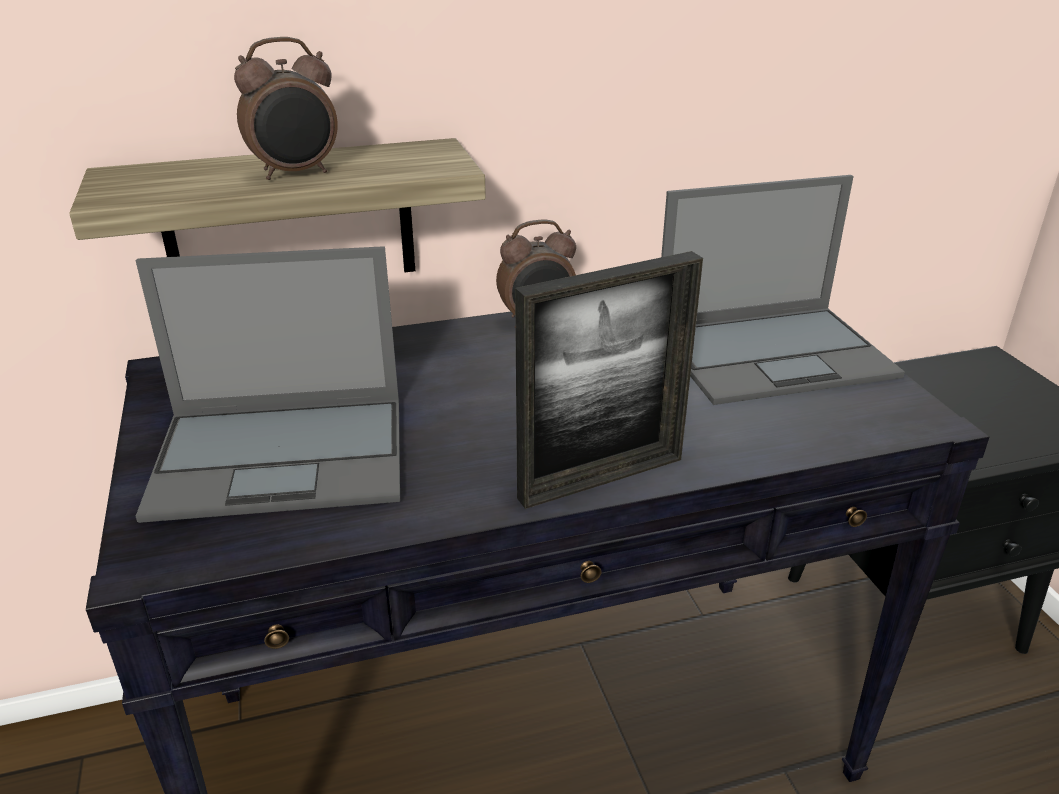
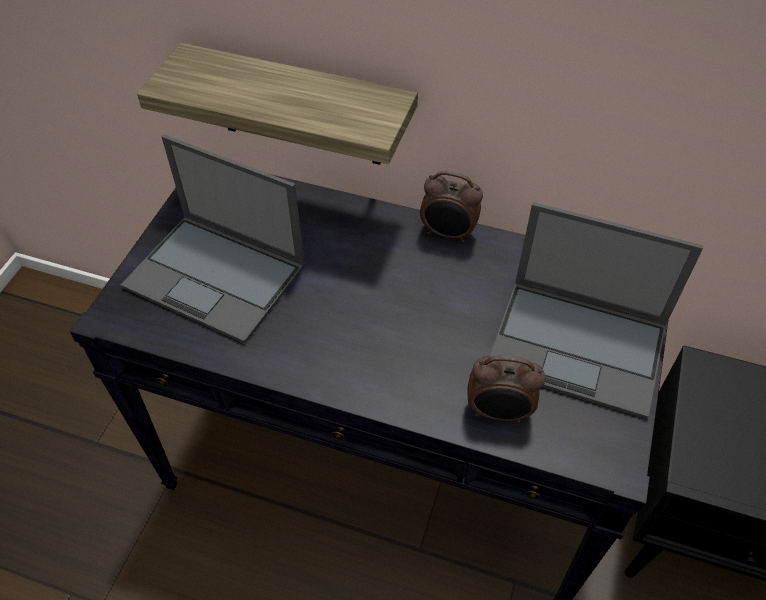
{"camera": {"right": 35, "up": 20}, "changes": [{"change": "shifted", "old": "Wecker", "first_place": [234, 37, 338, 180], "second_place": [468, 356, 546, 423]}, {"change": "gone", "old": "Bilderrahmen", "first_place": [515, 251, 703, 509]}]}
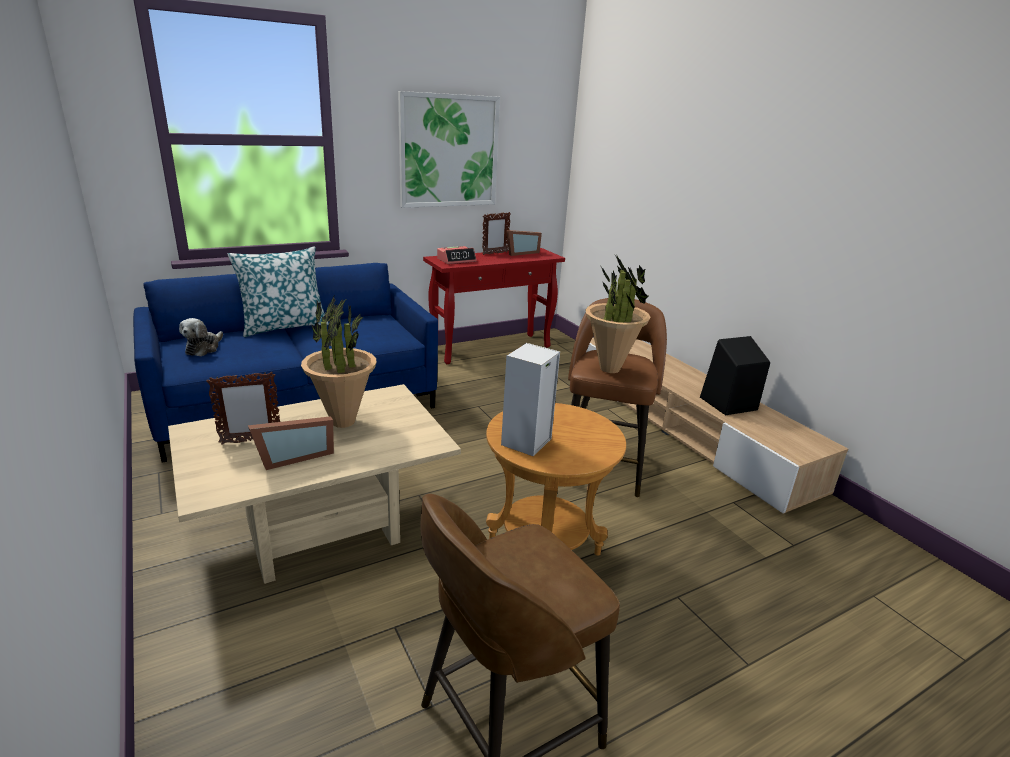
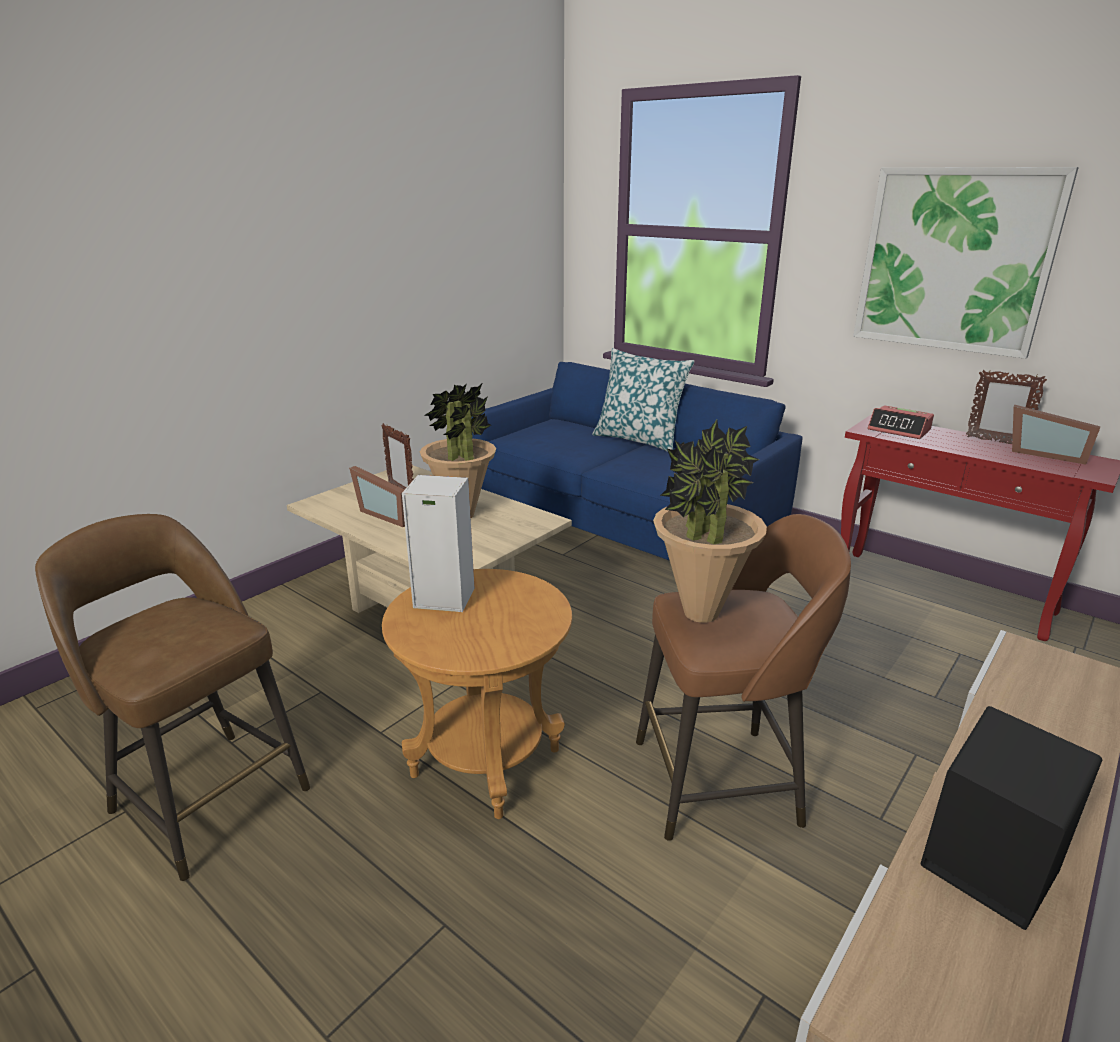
{"camera": {"right": 70, "up": 0}, "changes": [{"change": "gone", "old": "Plüschtier", "first_place": [179, 318, 223, 356]}]}
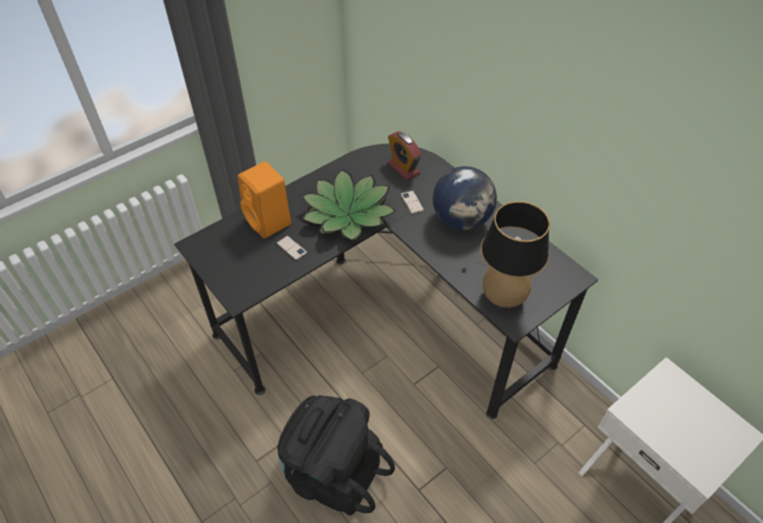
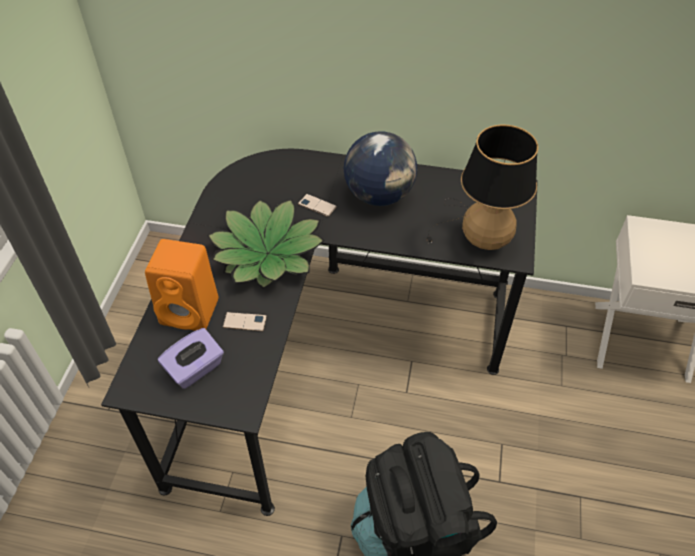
{"camera": {"right": -40, "up": 0}, "changes": [{"change": "gone", "old": "Wecker", "first_place": [388, 132, 422, 180]}, {"change": "new", "new": "Taschentuchbox [lila]", "second_place": [158, 328, 224, 389]}]}
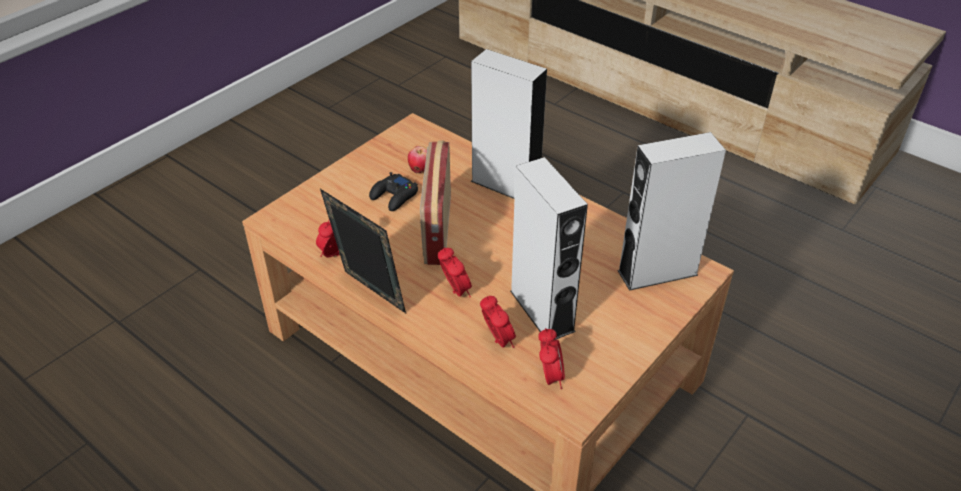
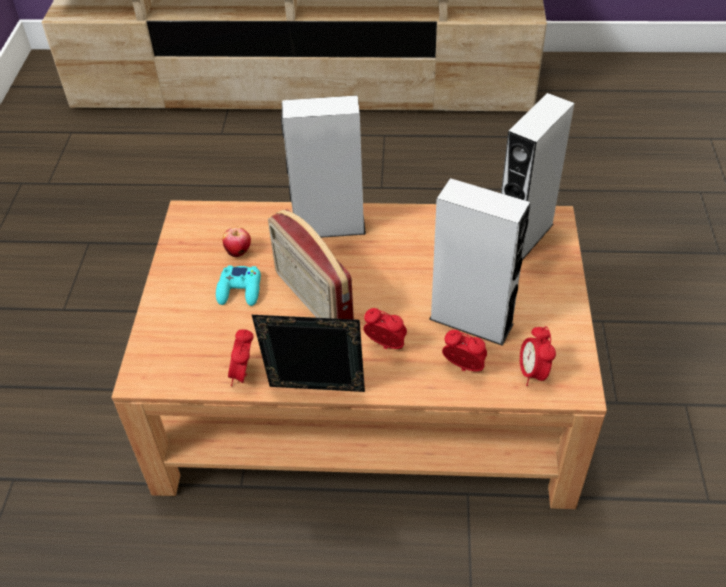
{"camera": {"right": -35, "up": 5}, "changes": [{"change": "repainted", "old": "Gamepad [schwarz]", "new": "Gamepad [türkis]", "first_place": [369, 172, 418, 211], "second_place": [216, 266, 261, 306]}, {"change": "rotated", "old": "Wecker", "first_place": [538, 328, 565, 389], "second_place": [519, 326, 556, 386], "degrees": -150}]}
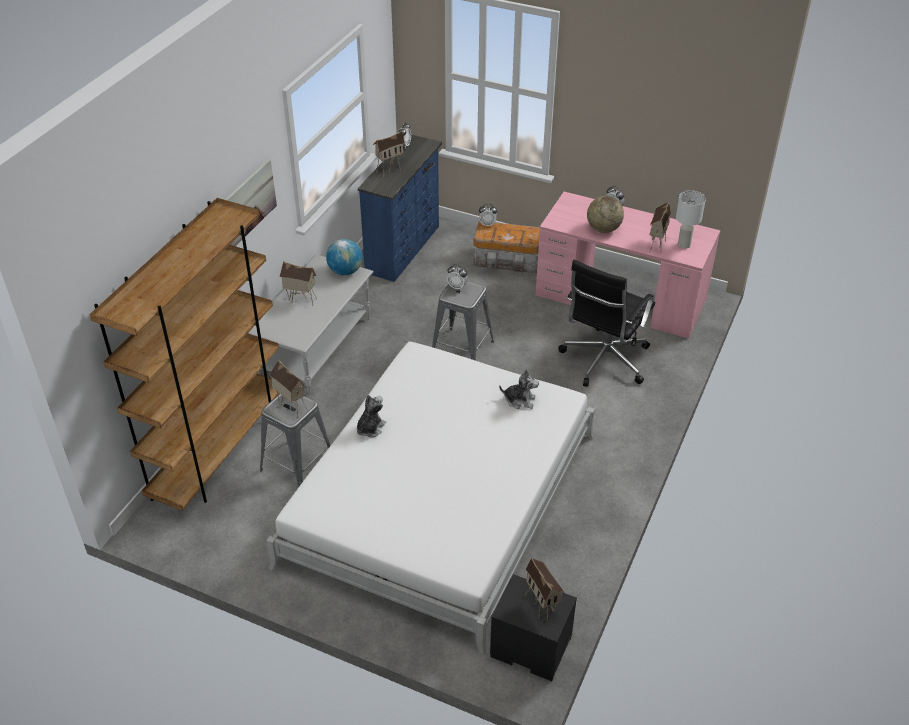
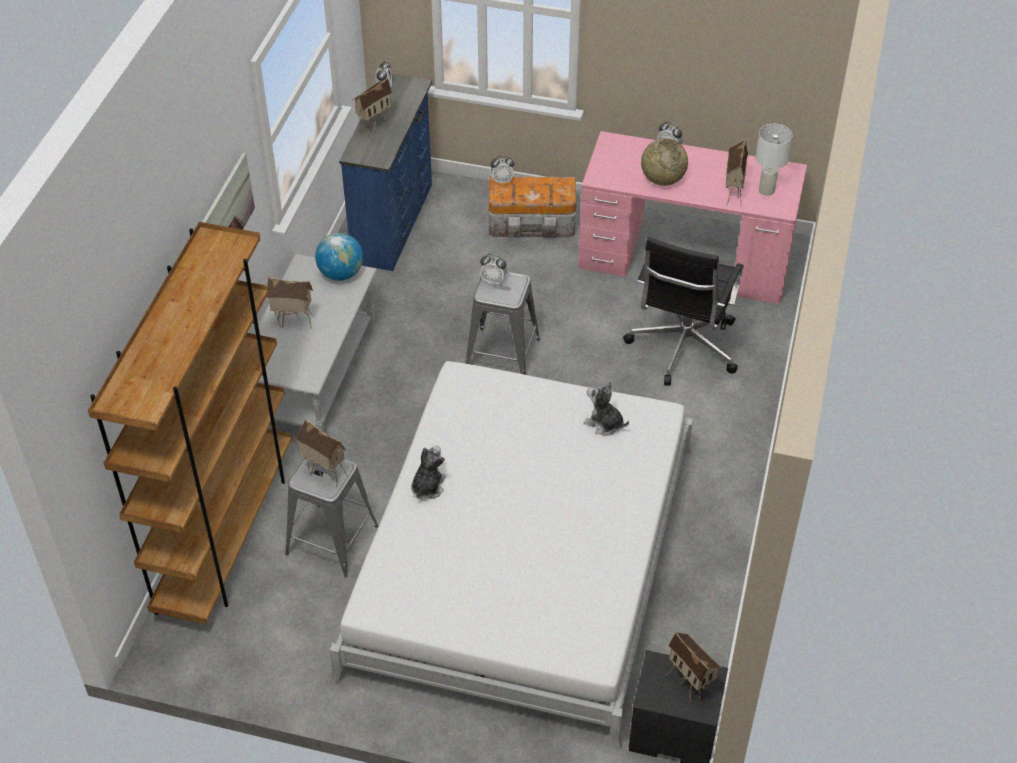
{"camera": {"right": -10, "up": 5}, "changes": [{"change": "rotated", "old": "Plüschtier", "first_place": [499, 370, 539, 409], "second_place": [584, 382, 629, 436], "degrees": -150}]}
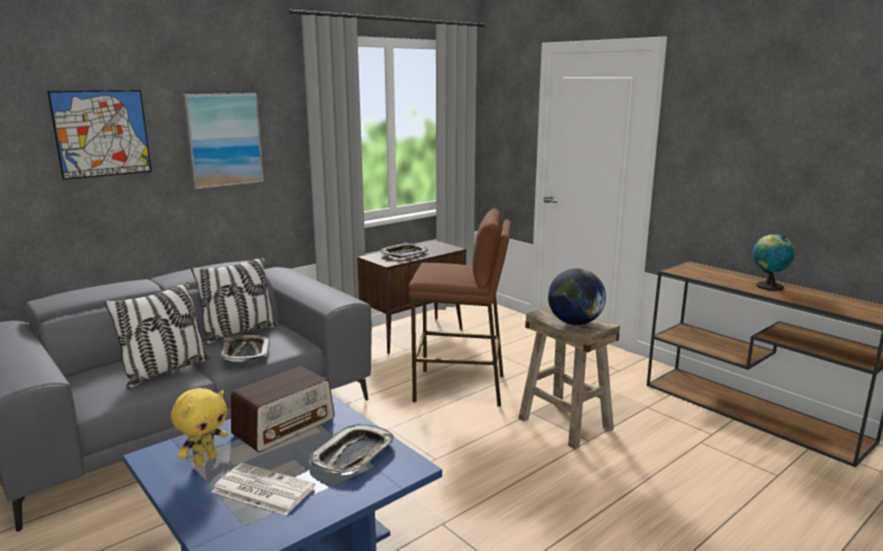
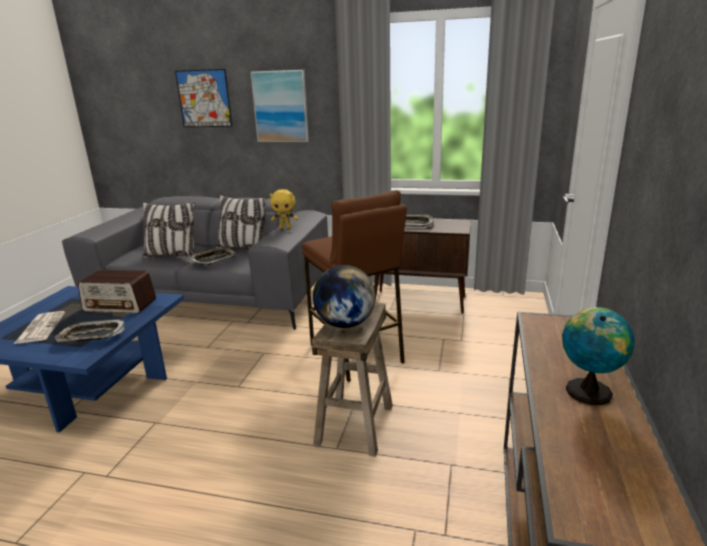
{"camera": {"right": 55, "up": 5}, "changes": [{"change": "shifted", "old": "Plüschtier [gelb]", "first_place": [171, 388, 228, 466], "second_place": [270, 189, 298, 229]}]}
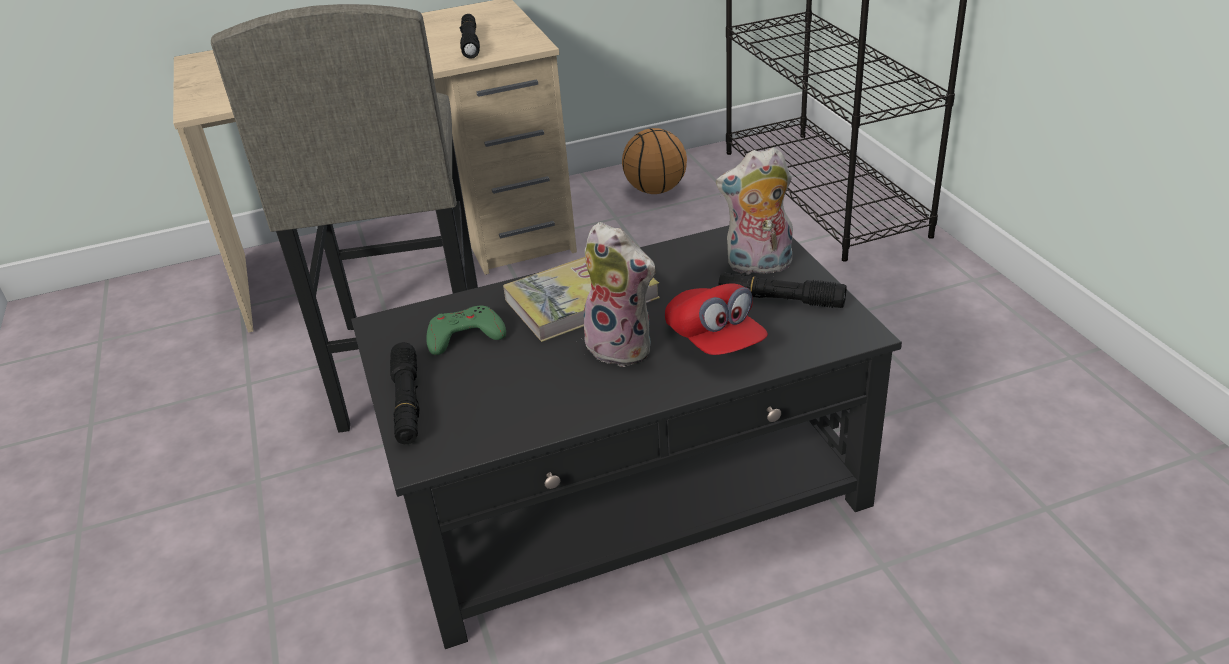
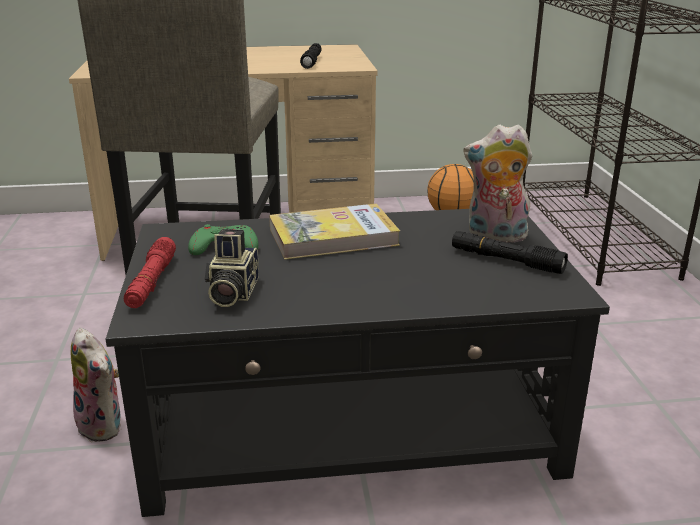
{"camera": {"right": 10, "up": -10}, "changes": [{"change": "shifted", "old": "Plüschtier", "first_place": [578, 222, 656, 367], "second_place": [71, 328, 121, 442]}, {"change": "gone", "old": "Kappe [rot]", "first_place": [665, 283, 768, 355]}, {"change": "repainted", "old": "Taschenlampe [schwarz]", "new": "Taschenlampe [rot]", "first_place": [390, 342, 420, 444], "second_place": [124, 237, 176, 308]}, {"change": "new", "new": "Kamera", "second_place": [205, 229, 259, 307]}]}
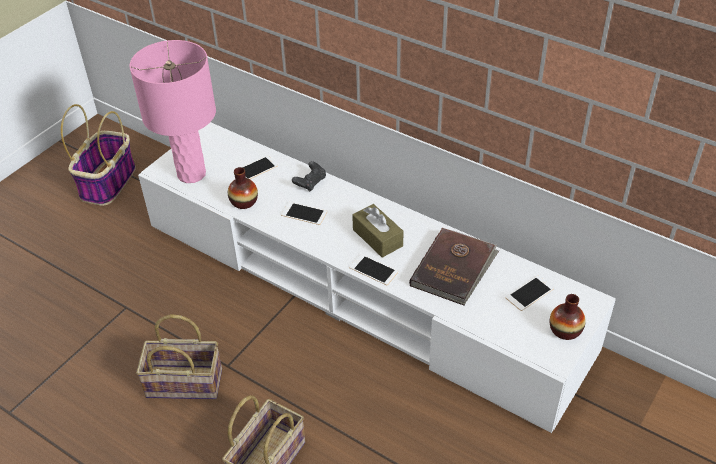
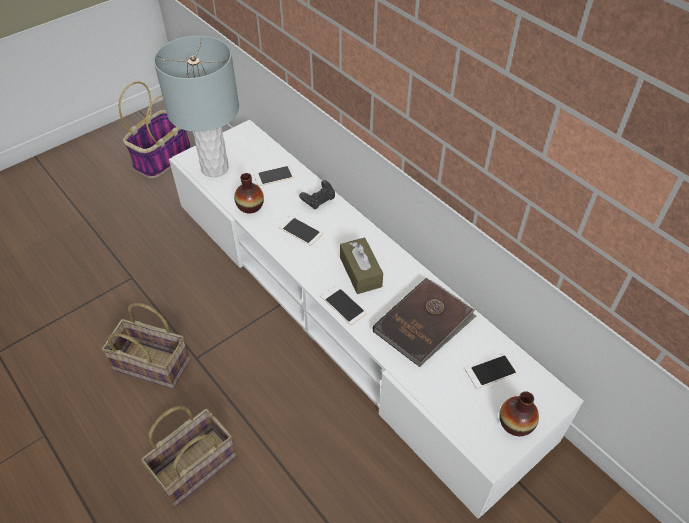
{"camera": {"right": 15, "up": 5}, "changes": [{"change": "repainted", "old": "Tischlampe [rosa]", "new": "Tischlampe [grau]", "first_place": [129, 40, 216, 183], "second_place": [154, 36, 239, 177]}]}
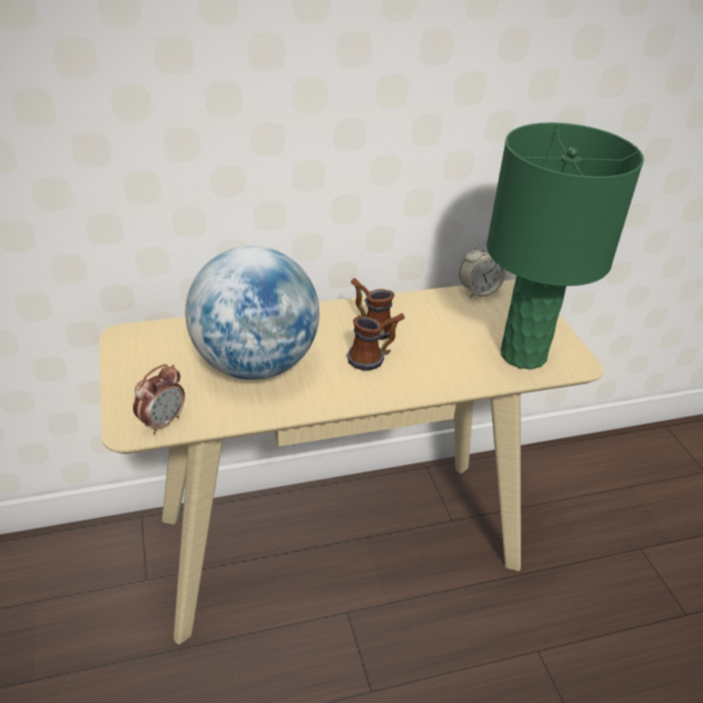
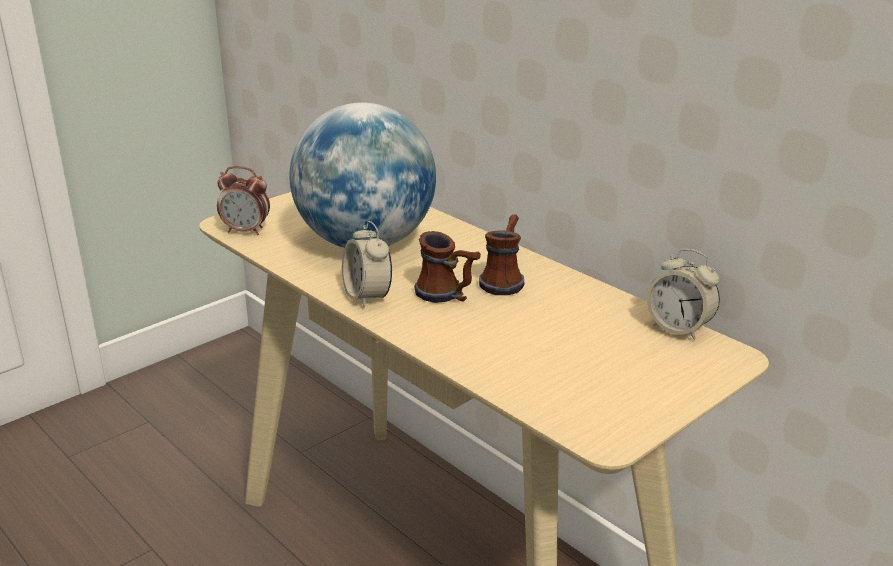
{"camera": {"right": 65, "up": -10}, "changes": [{"change": "gone", "old": "Tischlampe [grün]", "first_place": [486, 123, 644, 369]}, {"change": "new", "new": "Wecker", "second_place": [342, 221, 392, 308]}]}
